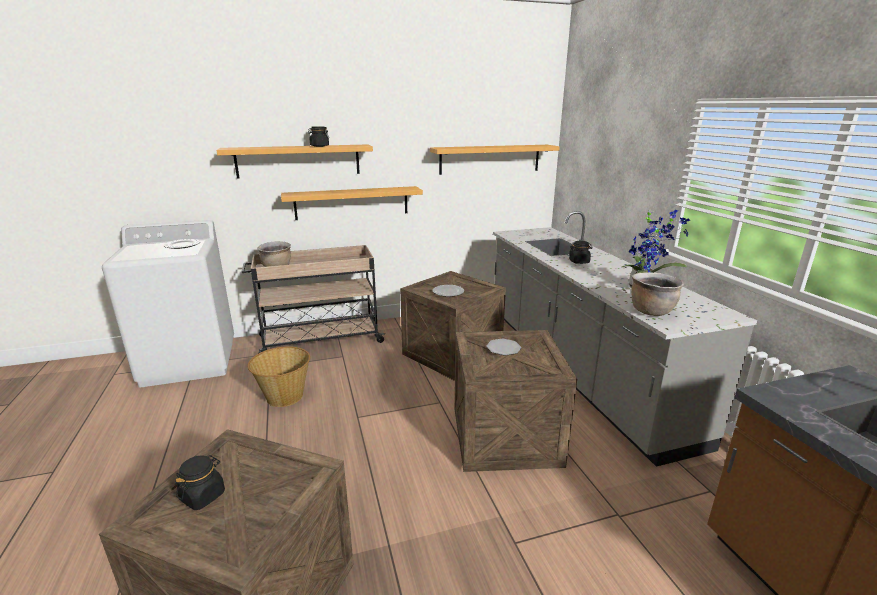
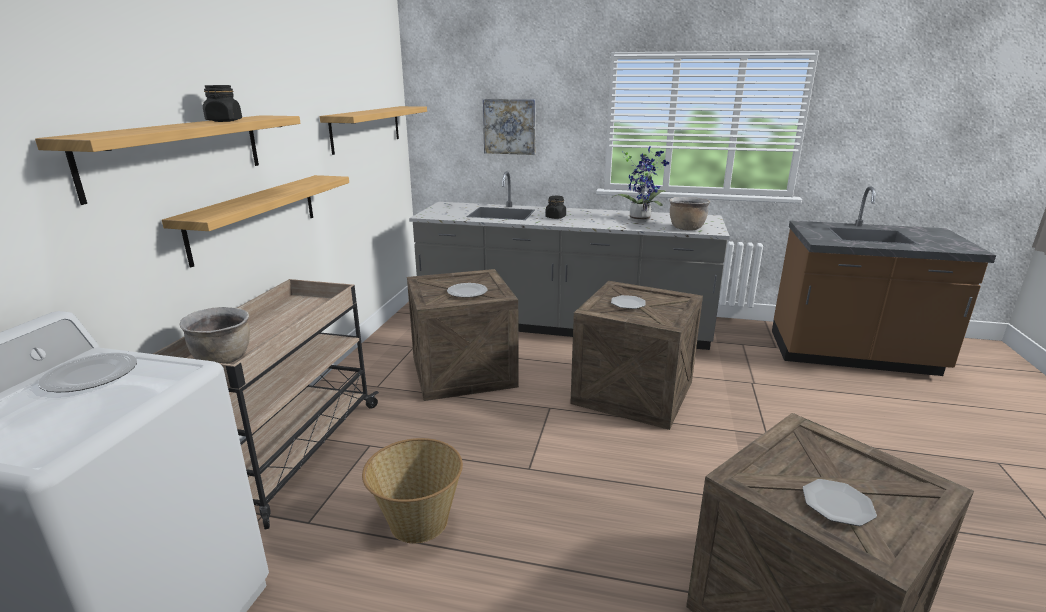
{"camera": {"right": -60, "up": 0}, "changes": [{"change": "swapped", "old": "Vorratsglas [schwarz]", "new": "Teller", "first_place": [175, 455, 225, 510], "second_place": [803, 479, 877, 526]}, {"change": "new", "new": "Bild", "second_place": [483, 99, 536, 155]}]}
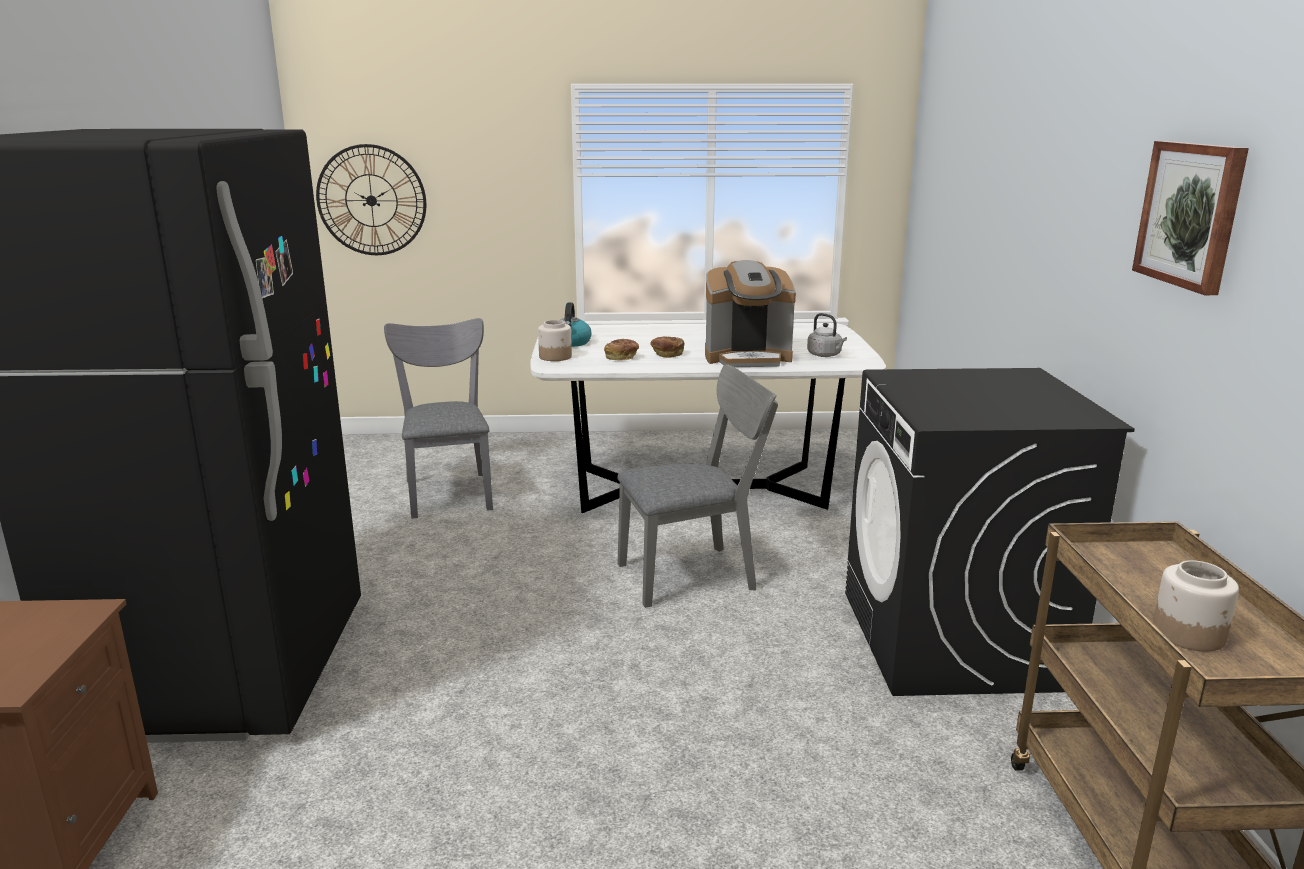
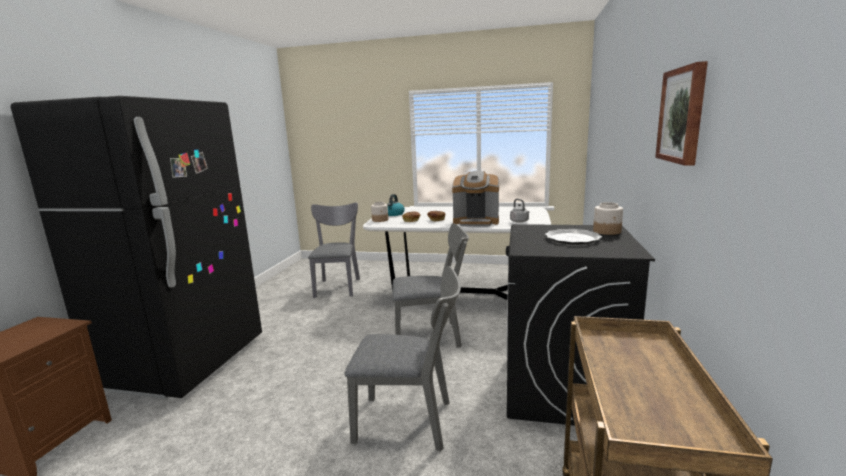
{"camera": {"right": 15, "up": -5}, "changes": [{"change": "gone", "old": "Wanduhr", "first_place": [316, 144, 426, 255]}, {"change": "shifted", "old": "Vorratsglas", "first_place": [1153, 560, 1239, 652], "second_place": [593, 202, 623, 235]}, {"change": "new", "new": "Teller", "second_place": [545, 229, 602, 245]}, {"change": "new", "new": "Stuhl [grau]", "second_place": [345, 266, 461, 452]}]}
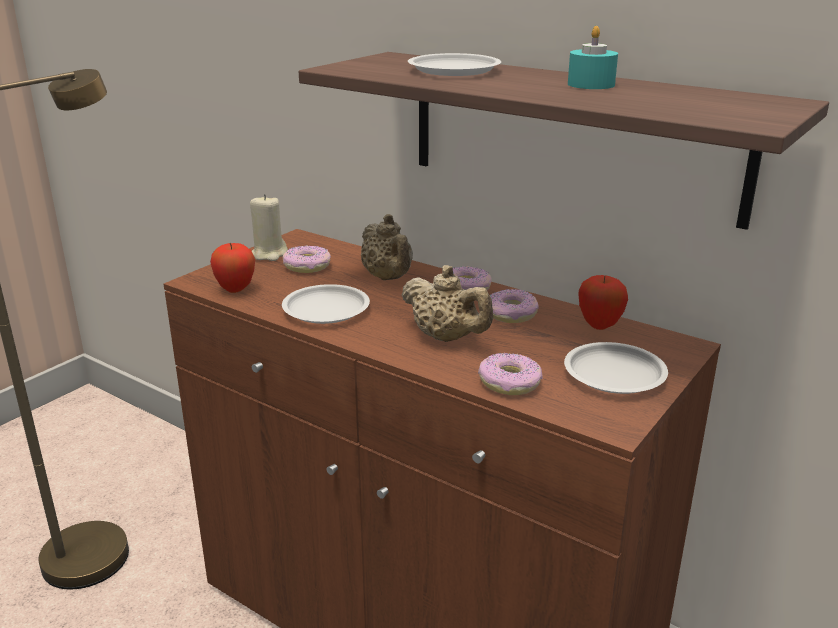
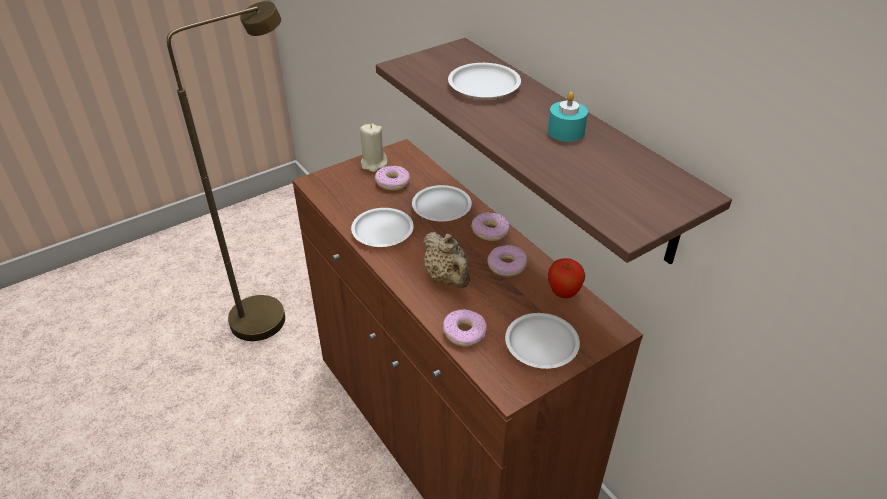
{"camera": {"right": 20, "up": 15}, "changes": [{"change": "swapped", "old": "Teekanne [beige]", "new": "Teller [weiß]", "first_place": [361, 214, 413, 280], "second_place": [412, 185, 472, 221]}, {"change": "gone", "old": "Apfel", "first_place": [210, 243, 255, 293]}]}
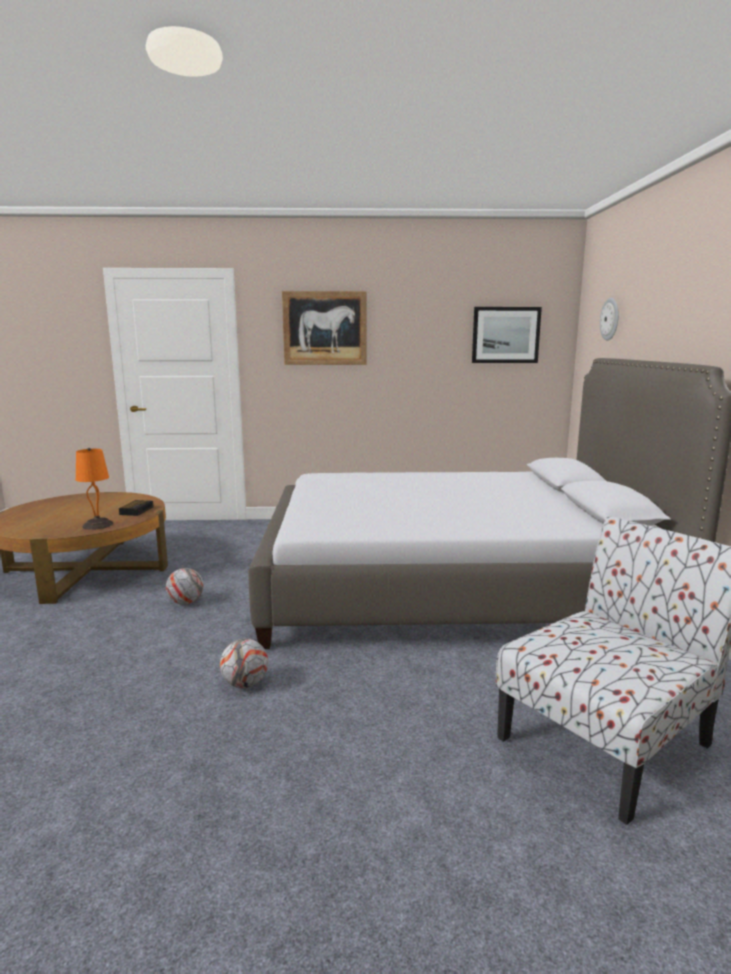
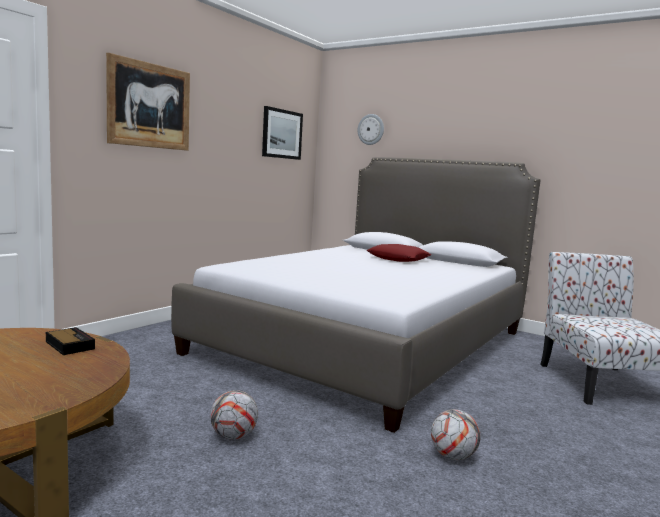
{"camera": {"right": -55, "up": -5}, "changes": [{"change": "gone", "old": "Tischlampe [orange]", "first_place": [76, 448, 114, 530]}, {"change": "new", "new": "Kissen [rot]", "second_place": [367, 244, 431, 262]}]}
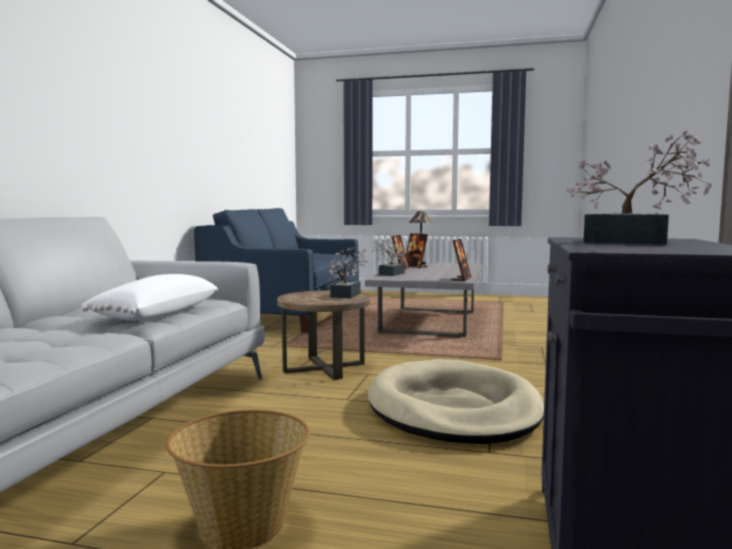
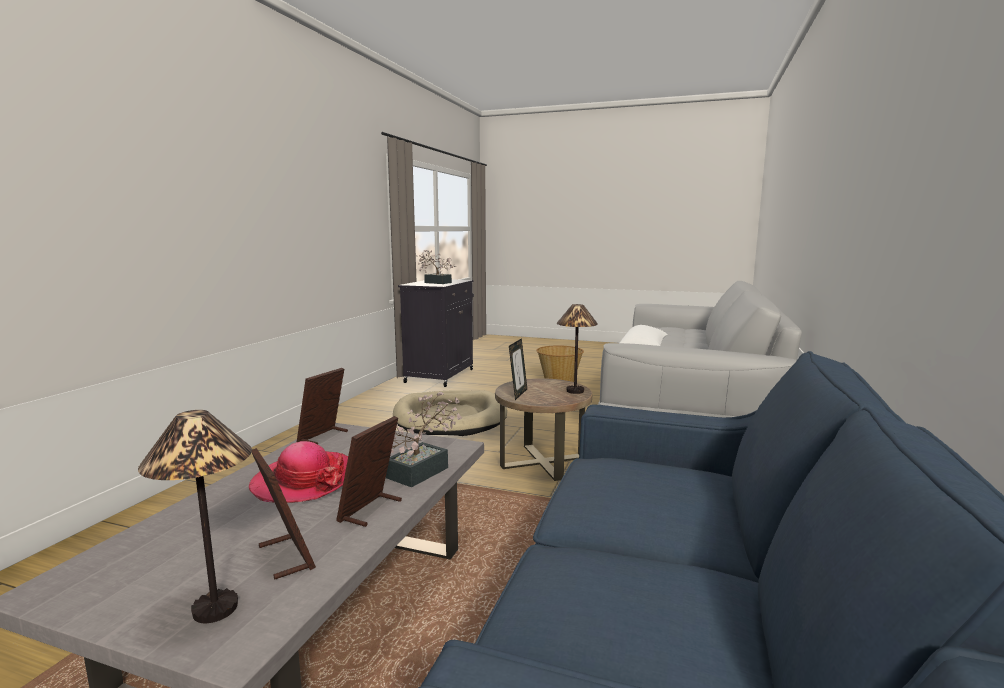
{"camera": {"right": -175, "up": 5}, "changes": [{"change": "swapped", "old": "Topfpflanze", "new": "Bilderrahmen", "first_place": [329, 247, 367, 298], "second_place": [509, 338, 527, 400]}, {"change": "new", "new": "Tischlampe", "second_place": [557, 304, 598, 394]}, {"change": "new", "new": "Hut", "second_place": [249, 441, 348, 503]}]}
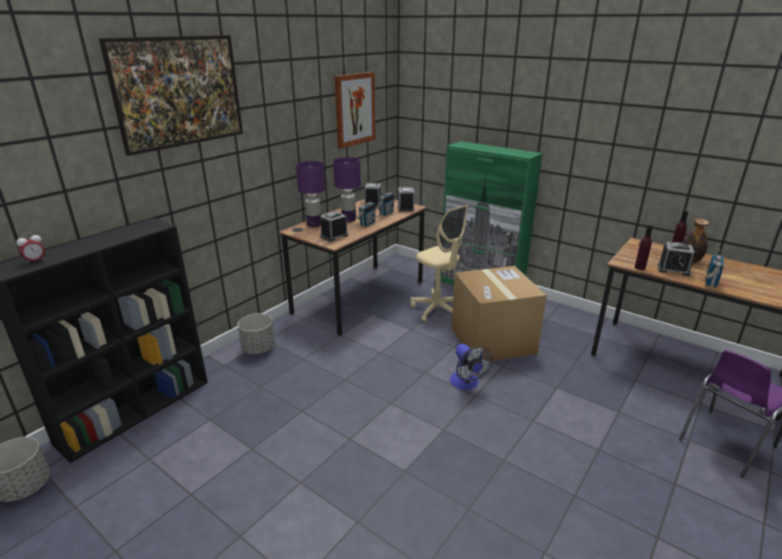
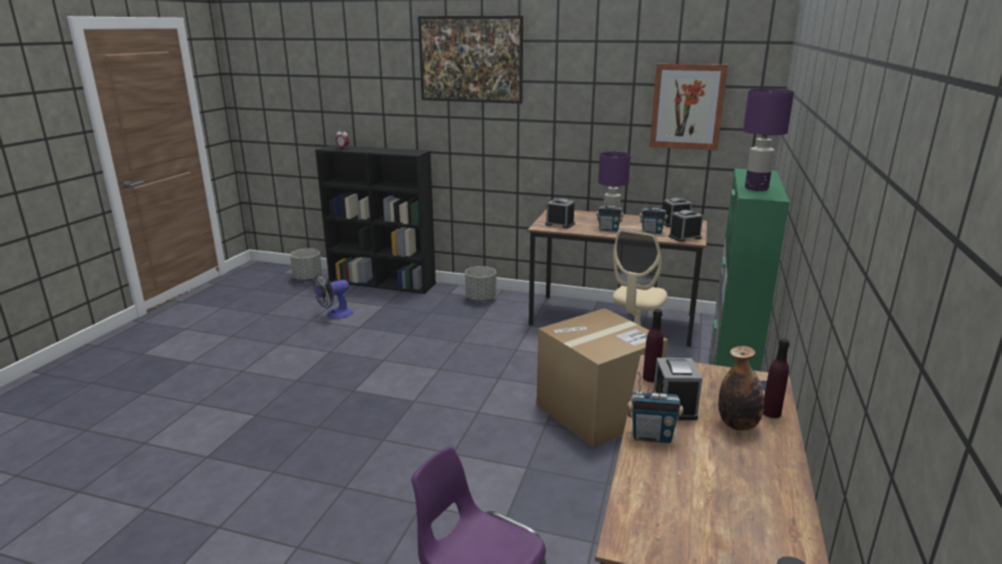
{"camera": {"right": 70, "up": -5}, "changes": [{"change": "shifted", "old": "Tischlampe [lila]", "first_place": [296, 161, 325, 227], "second_place": [743, 89, 794, 191]}, {"change": "shifted", "old": "Ventilator", "first_place": [450, 344, 493, 390], "second_place": [313, 274, 353, 319]}]}
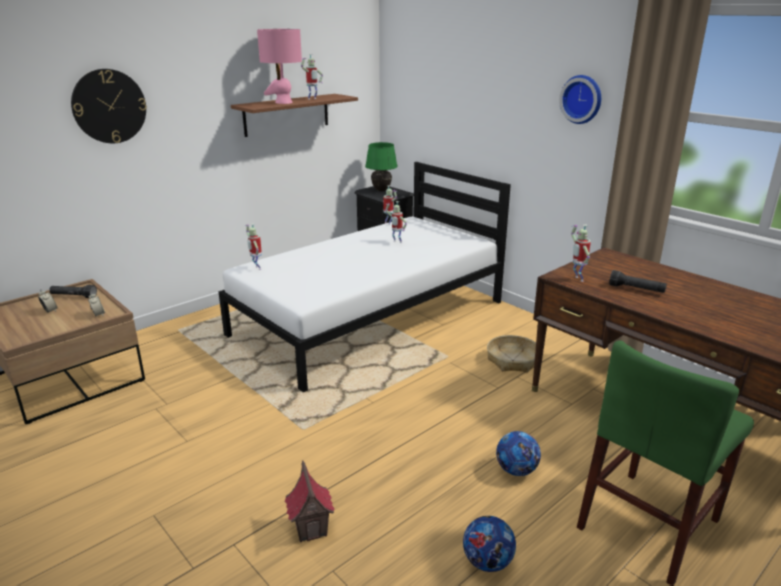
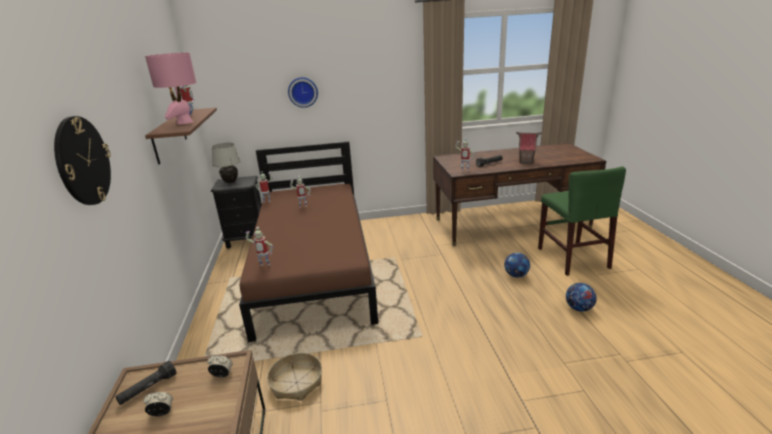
{"camera": {"right": -55, "up": 0}, "changes": [{"change": "shifted", "old": "Wanduhr", "first_place": [559, 75, 601, 124], "second_place": [288, 77, 318, 108]}, {"change": "repainted", "old": "Tischlampe [grün]", "new": "Tischlampe [weiß]", "first_place": [365, 142, 398, 191], "second_place": [212, 142, 241, 183]}, {"change": "repainted", "old": "Bett [weiß]", "new": "Bett [braun]", "first_place": [218, 162, 511, 392], "second_place": [239, 141, 378, 342]}, {"change": "shifted", "old": "Korb", "first_place": [487, 335, 536, 372], "second_place": [267, 352, 322, 401]}, {"change": "shifted", "old": "Spielzeughaus", "first_place": [285, 460, 335, 542], "second_place": [516, 132, 542, 163]}]}
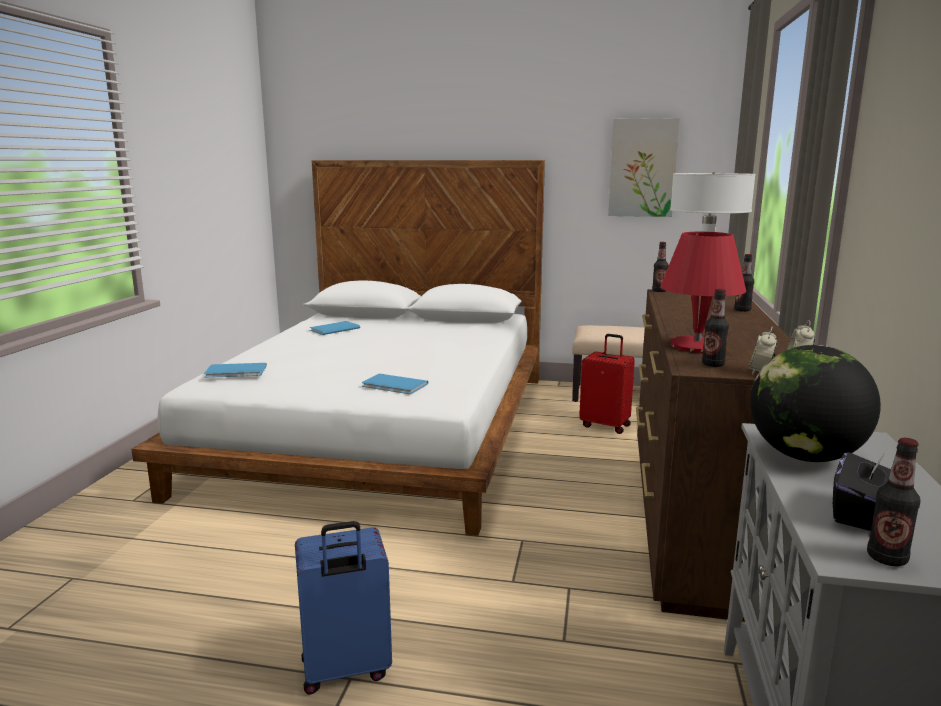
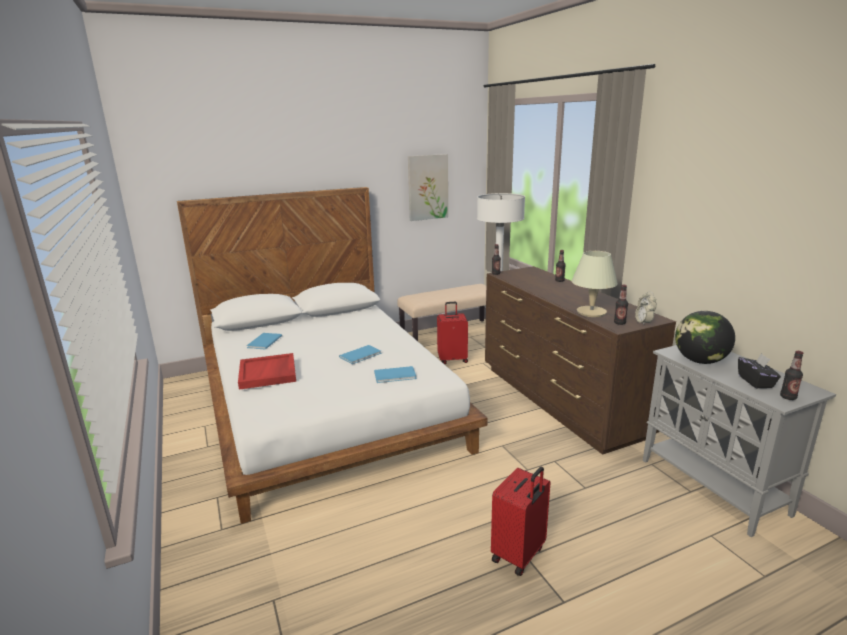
{"camera": {"right": -35, "up": 5}, "changes": [{"change": "repainted", "old": "Tischlampe [rot]", "new": "Tischlampe [beige]", "first_place": [660, 232, 746, 353], "second_place": [572, 251, 618, 317]}, {"change": "shifted", "old": "Buch [blau]", "first_place": [204, 363, 267, 378], "second_place": [339, 345, 381, 364]}, {"change": "repainted", "old": "Koffer [blau]", "new": "Koffer [rot]", "first_place": [295, 521, 392, 694], "second_place": [491, 467, 551, 576]}, {"change": "new", "new": "Tablett [rot]", "second_place": [238, 353, 296, 390]}]}
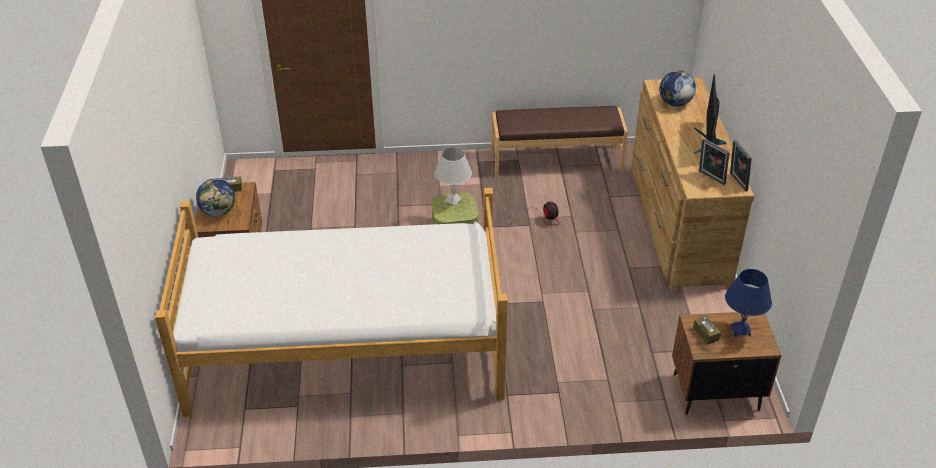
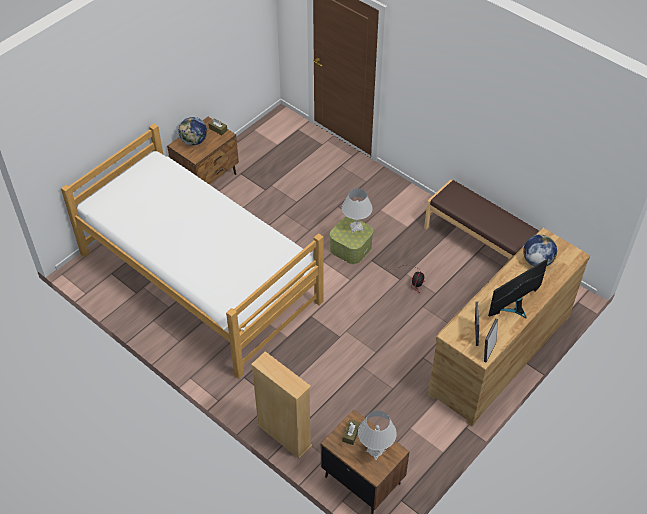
{"camera": {"right": 45, "up": 10}, "changes": [{"change": "repainted", "old": "Tischlampe [blau]", "new": "Tischlampe [weiß]", "first_place": [725, 269, 772, 337], "second_place": [358, 410, 397, 460]}, {"change": "new", "new": "Bücherregal [beige]", "second_place": [251, 351, 312, 459]}]}
